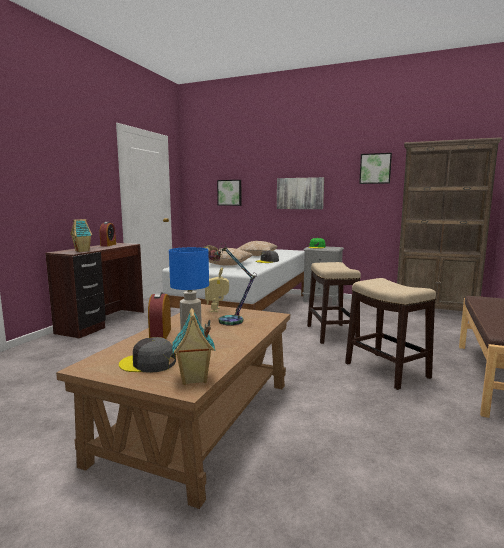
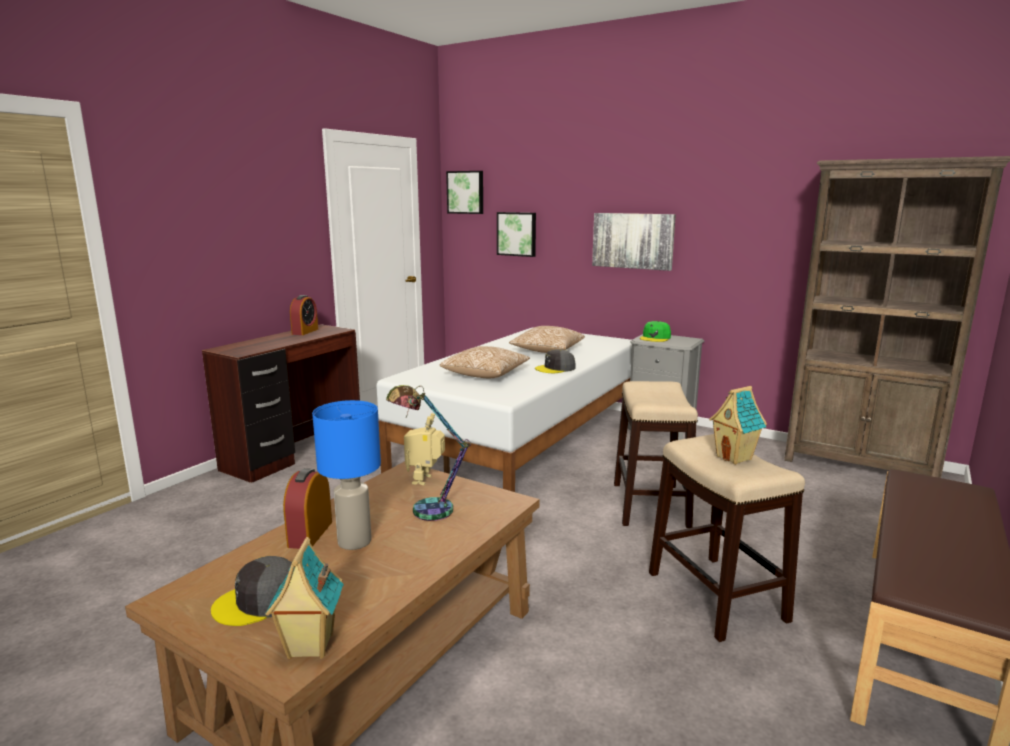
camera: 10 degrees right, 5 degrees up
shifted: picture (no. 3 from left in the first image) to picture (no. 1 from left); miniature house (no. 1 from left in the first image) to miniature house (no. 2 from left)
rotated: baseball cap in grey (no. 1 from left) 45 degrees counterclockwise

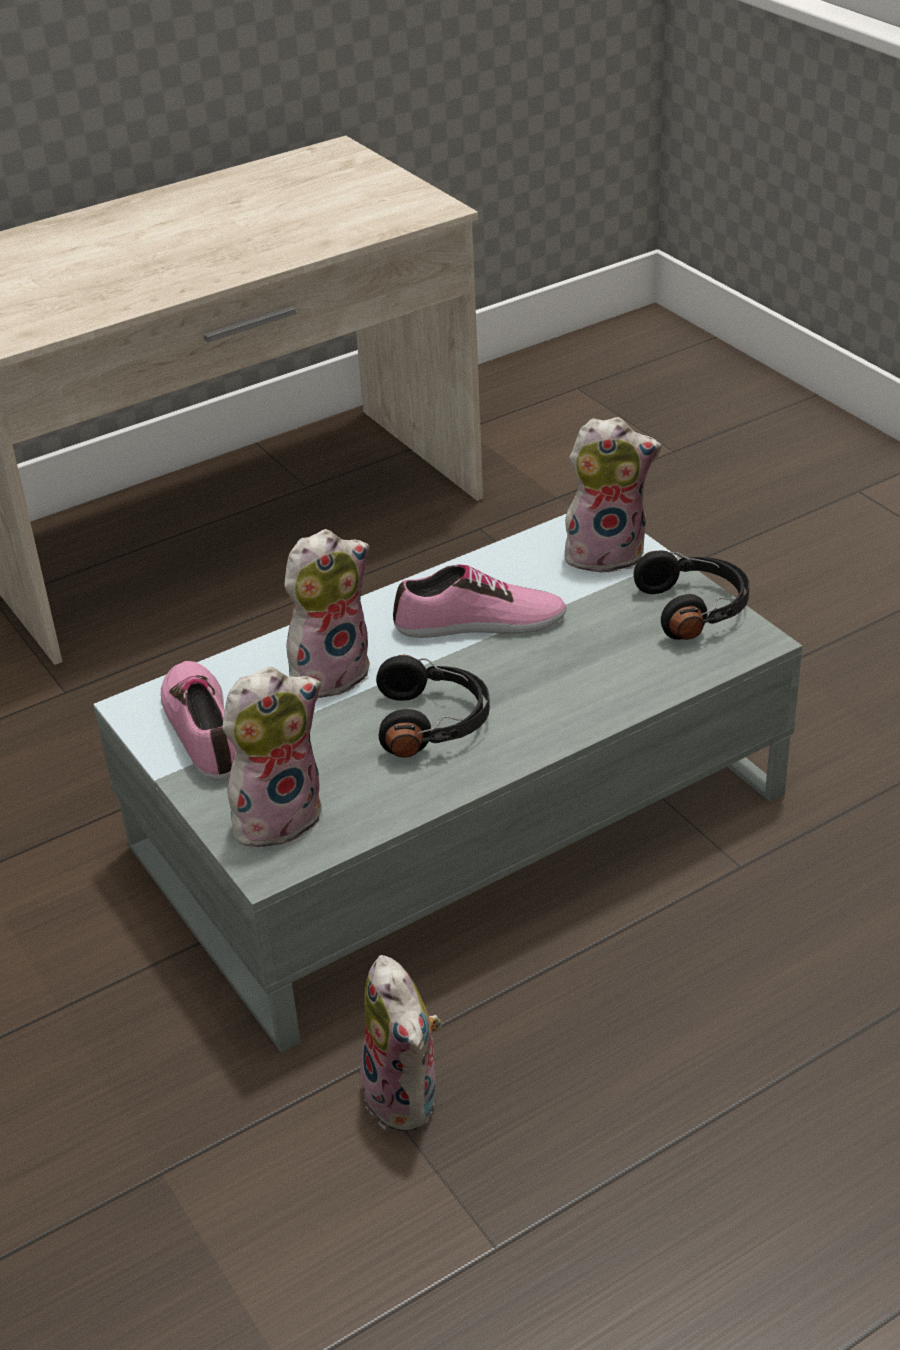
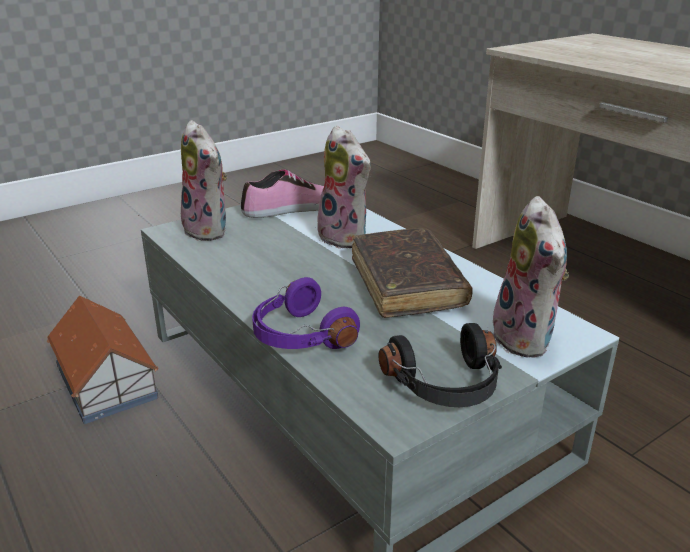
camera: 85 degrees right, 10 degrees down
gone: headphones in blackish (no. 1 from left)
new: headphones in purple-coloured
swapped: low shoe (no. 2 from left) to book in brownish; soft toy (no. 3 from left) to miniature house

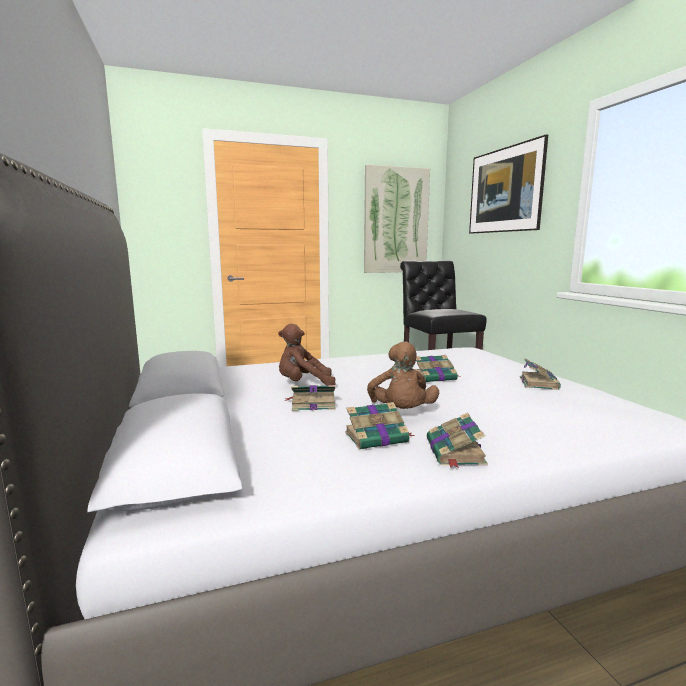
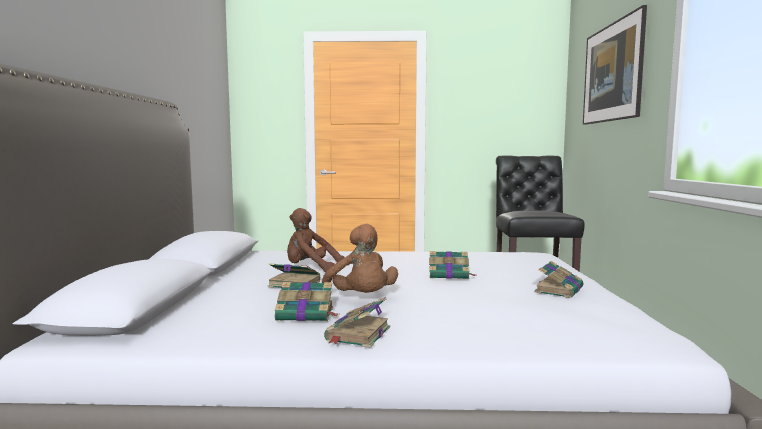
camera: 20 degrees right, 5 degrees down
gone: picture (no. 1 from left)
rotated: soft toy in brownish (no. 2 from left) 45 degrees counterclockwise

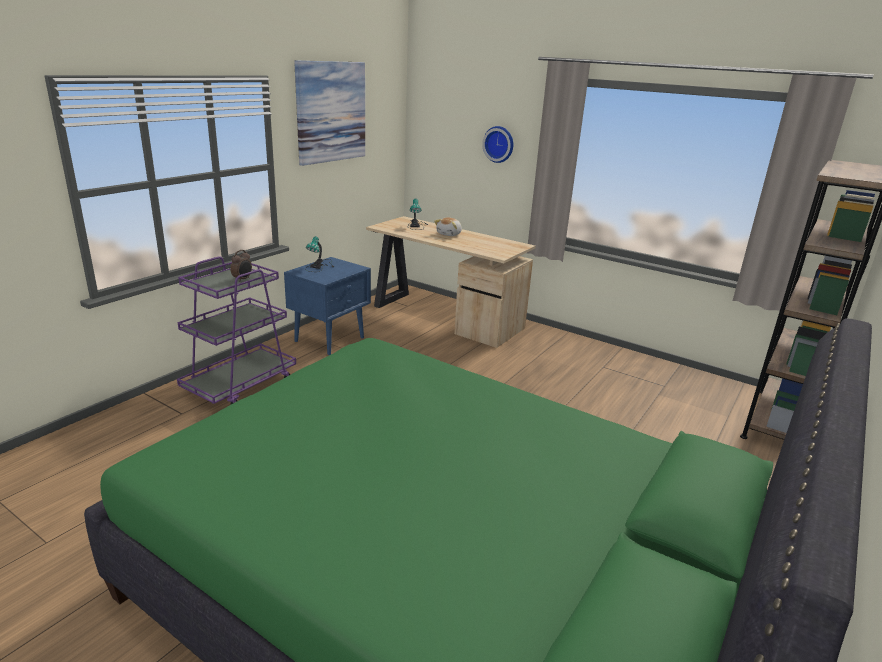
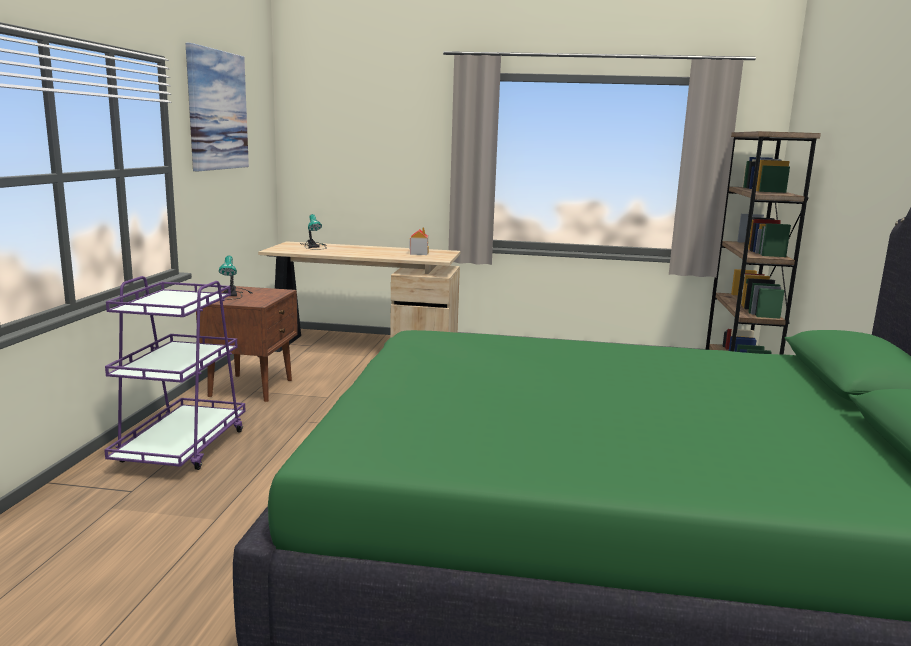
camera: 25 degrees left, 10 degrees down
gone: clock on the wall; soft toy; table clock
new: miniature house
repainted: night table in bluish to night table in brownish

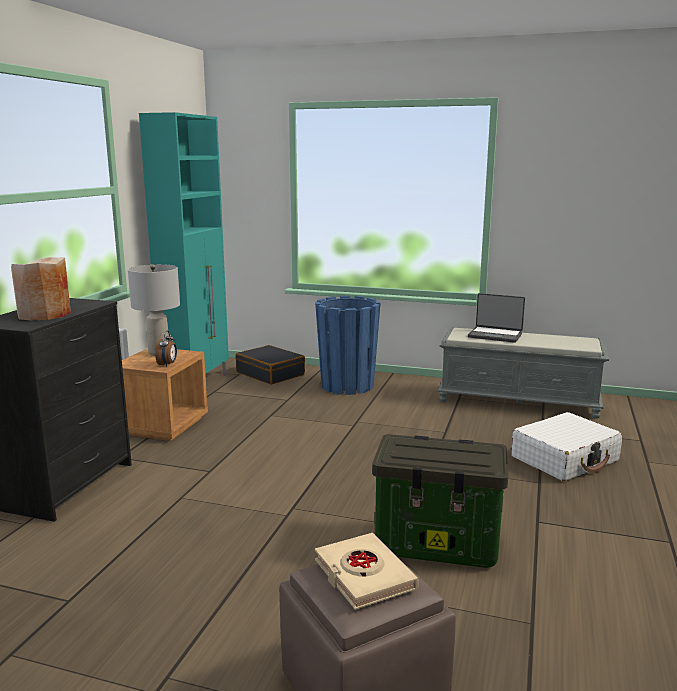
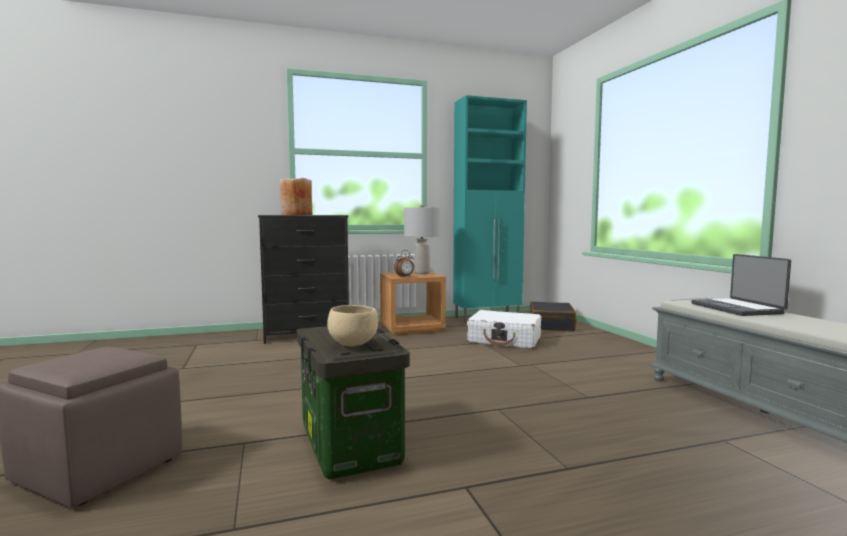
camera: 55 degrees right, 10 degrees down
gone: planter in bluish; book in sand-coloured
new: serving bowl in sand-coloured
shifted: suitcase in white-coloured

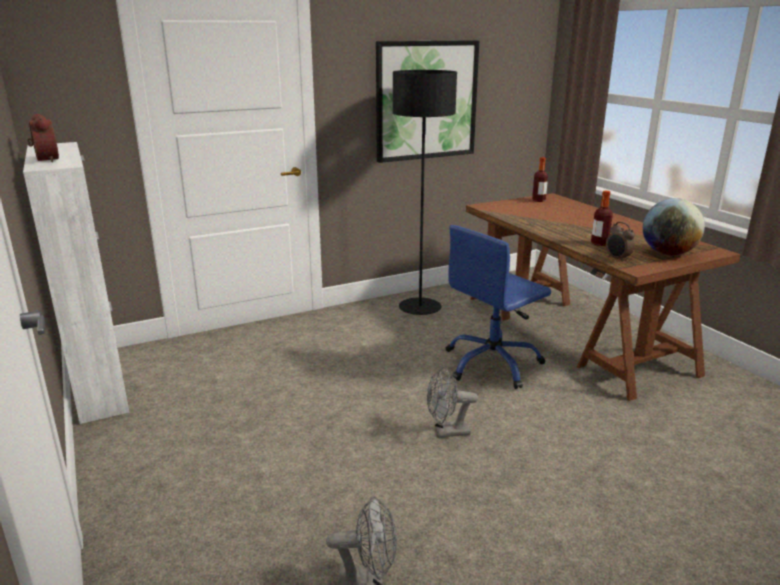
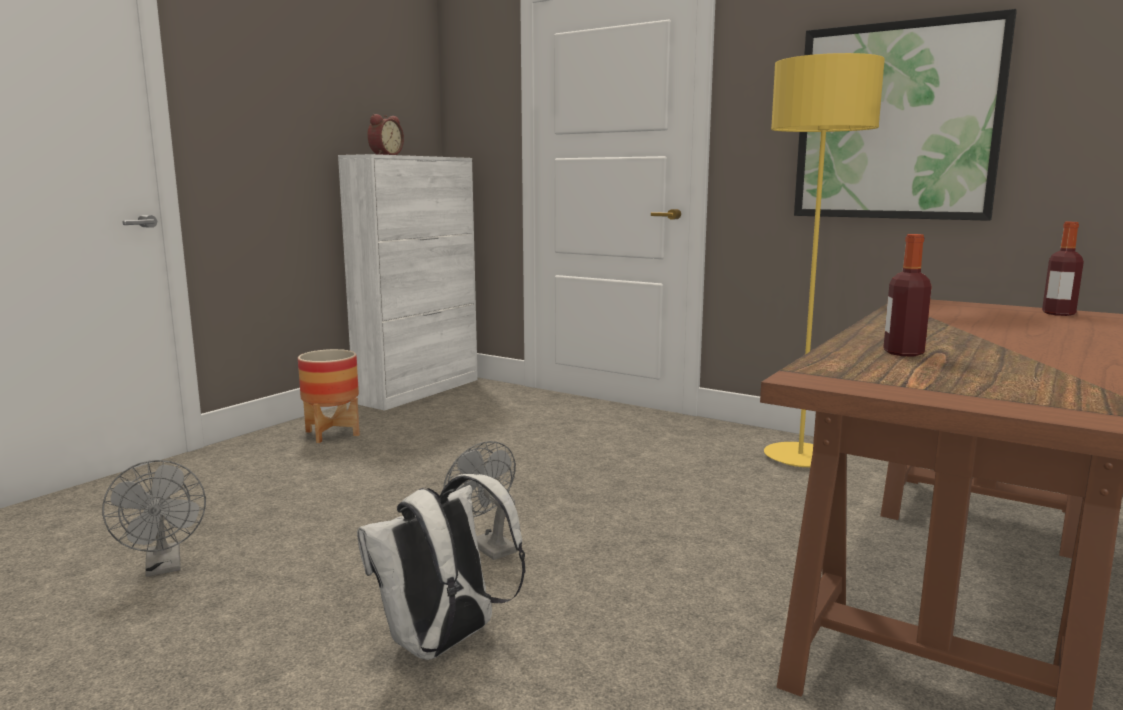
camera: 60 degrees right, 10 degrees down
gone: world globe; table clock (no. 2 from left); desk chair in bluish
new: planter; knapsack in white-coloured
repainted: floor lamp in blackish to floor lamp in yellowish

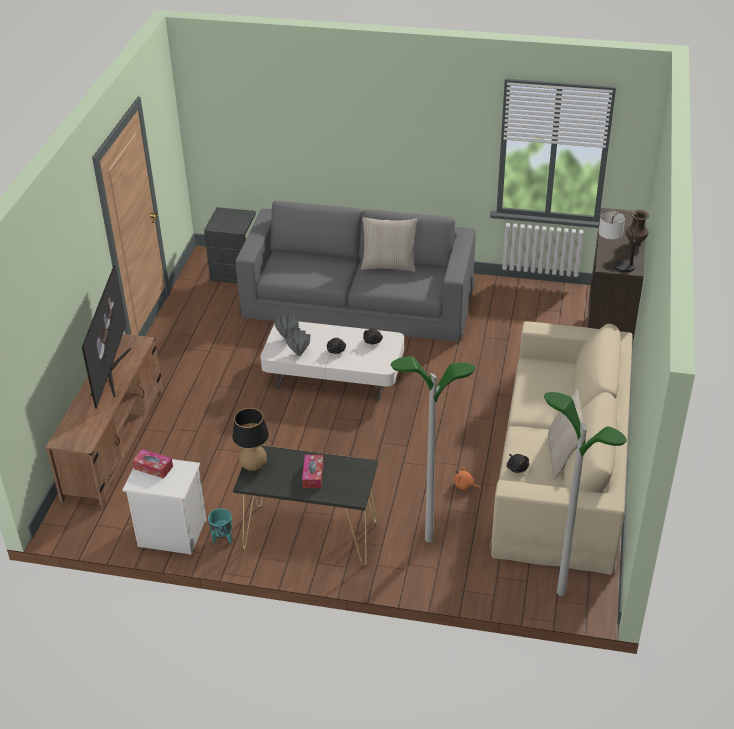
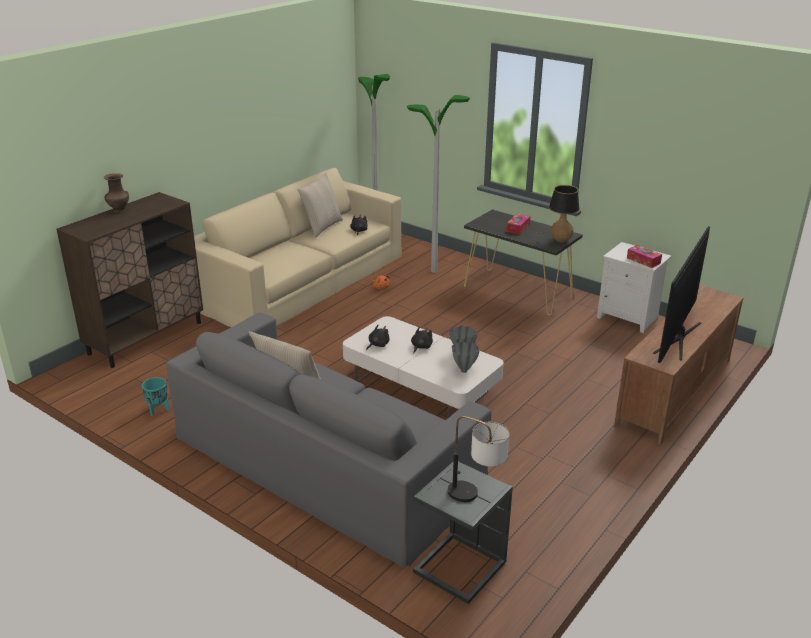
camera: 155 degrees left, 10 degrees down
shifted: tabletop lamp (no. 2 from left in the first image) to tabletop lamp (no. 1 from left); planter in turquoise-coloured

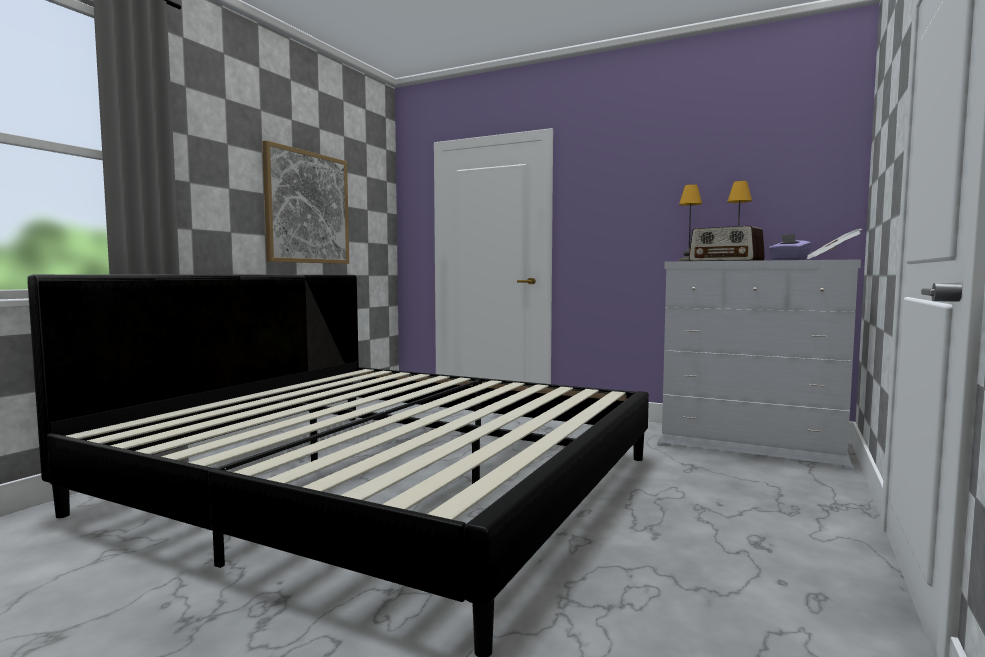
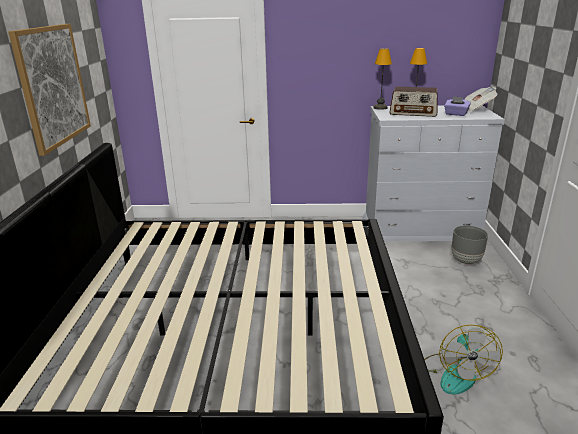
camera: 25 degrees left, 20 degrees up
new: planter in grey; fan

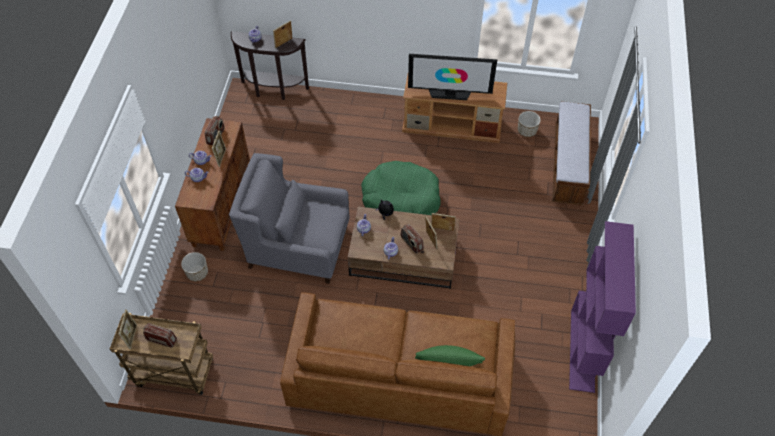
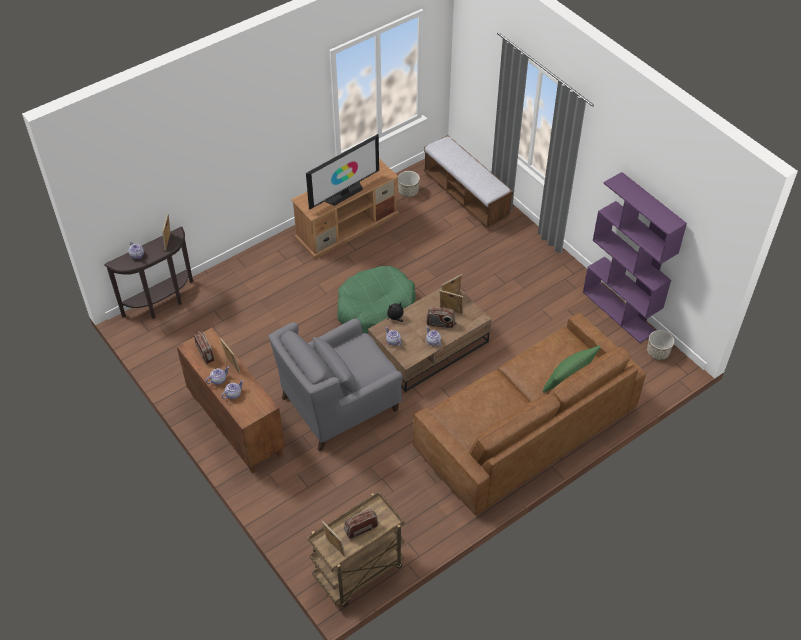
camera: 45 degrees left, 5 degrees down
shifted: planter (no. 1 from left in the first image) to planter (no. 2 from left)

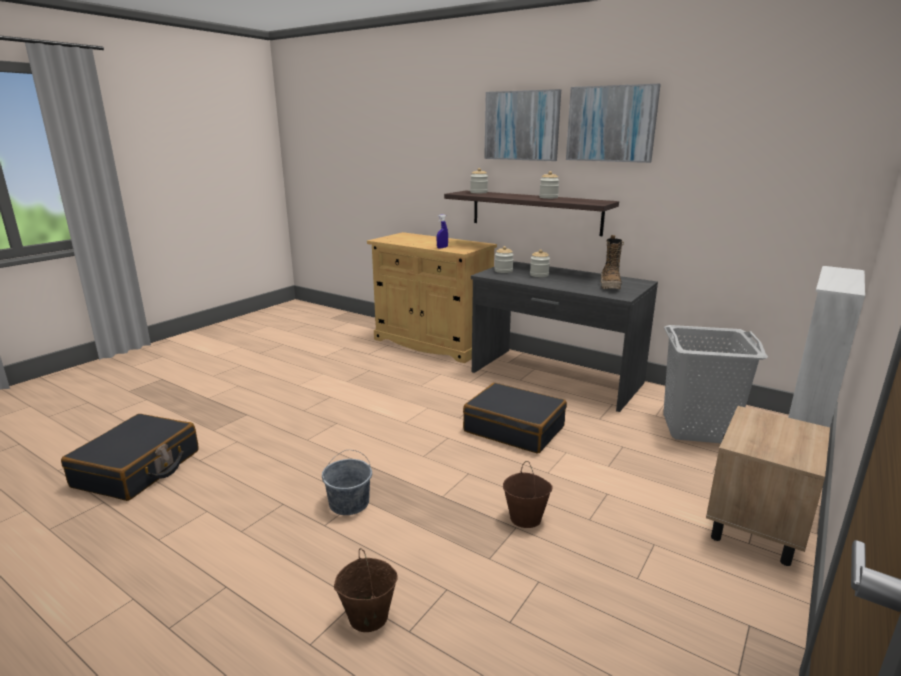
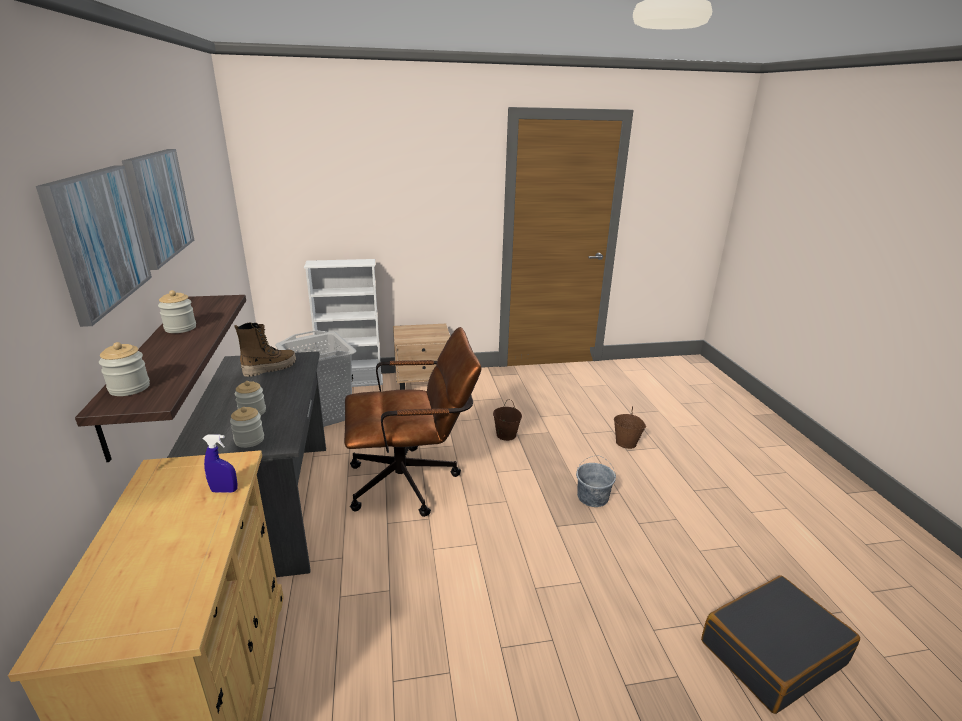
camera: 135 degrees left, 5 degrees up
swapped: suitcase in blackish (no. 2 from left) to desk chair in brownish

